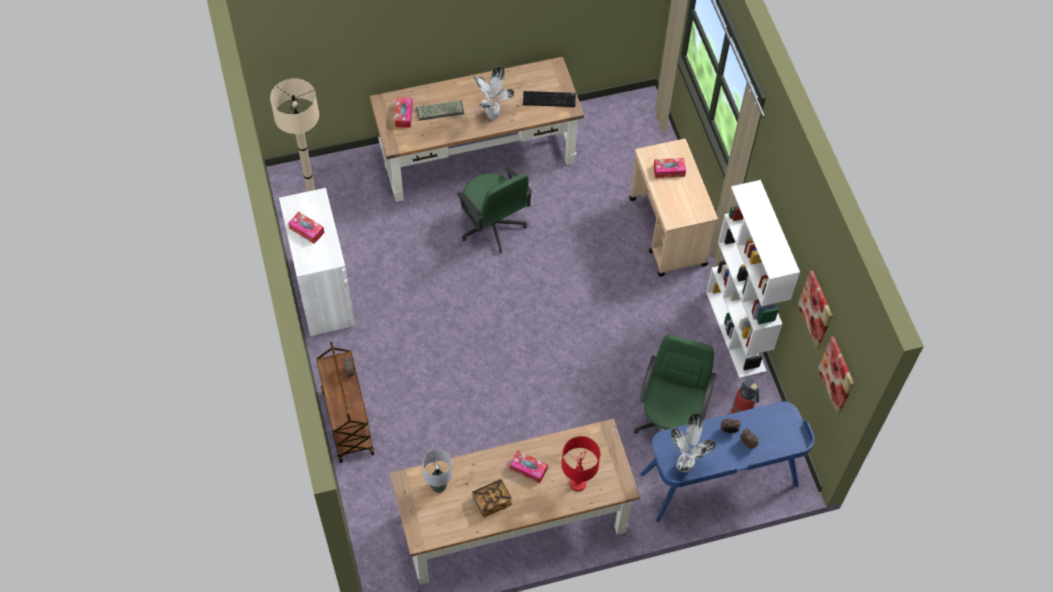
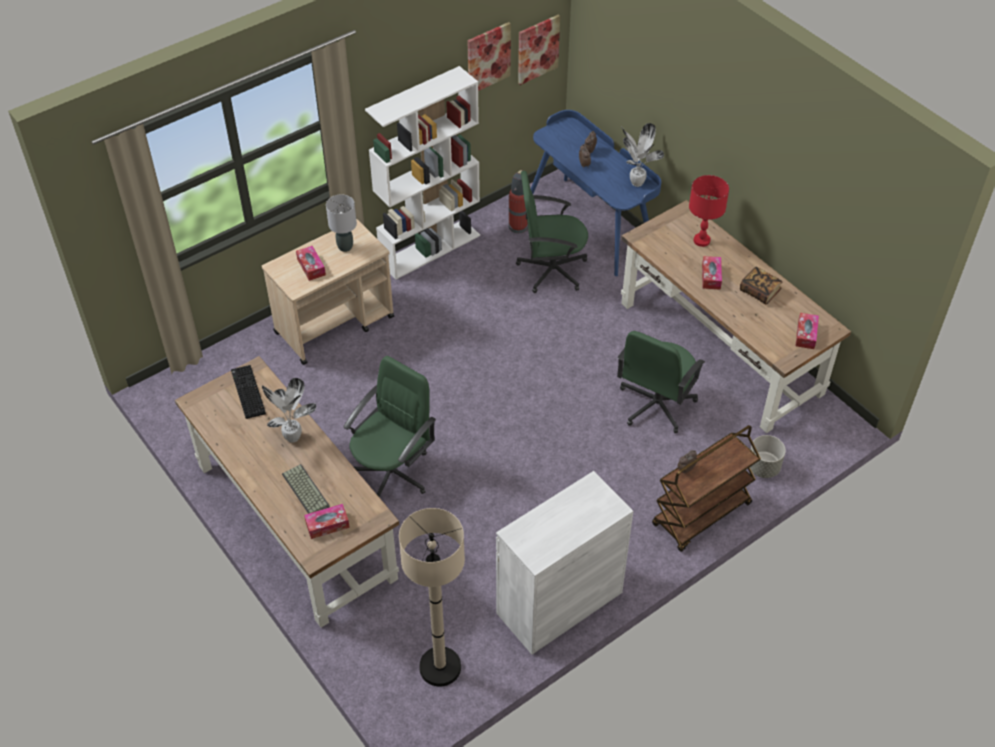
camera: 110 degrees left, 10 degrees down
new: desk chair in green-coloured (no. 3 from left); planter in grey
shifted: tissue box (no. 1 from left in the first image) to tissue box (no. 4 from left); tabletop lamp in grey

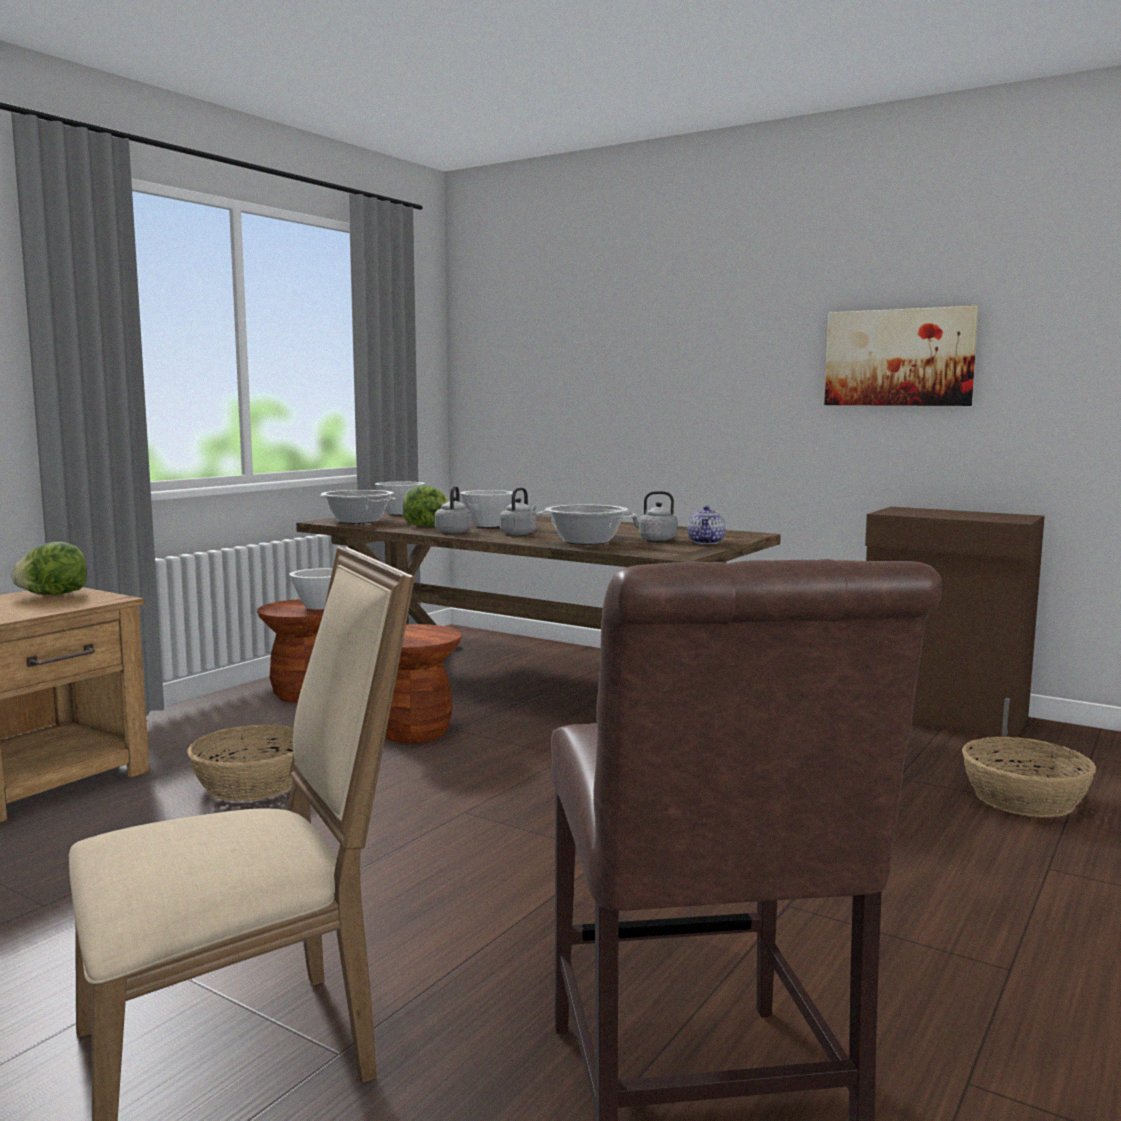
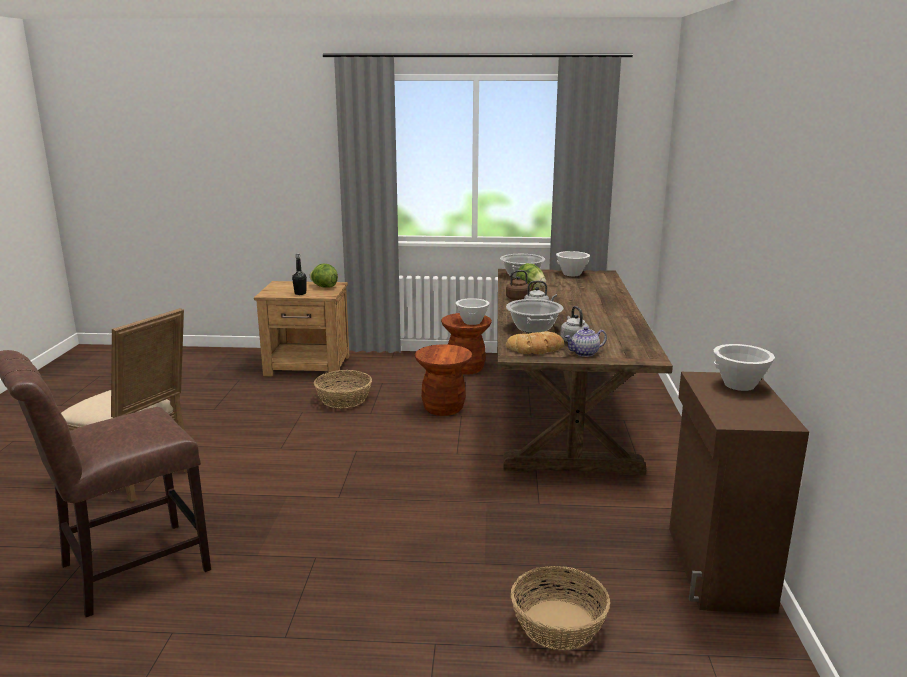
camera: 60 degrees right, 10 degrees up
gone: picture
new: bottle in blackish; bread
shifted: serving bowl in white-coloured (no. 3 from left)
repainted: water kettle in grey (no. 1 from left) to water kettle in brownish

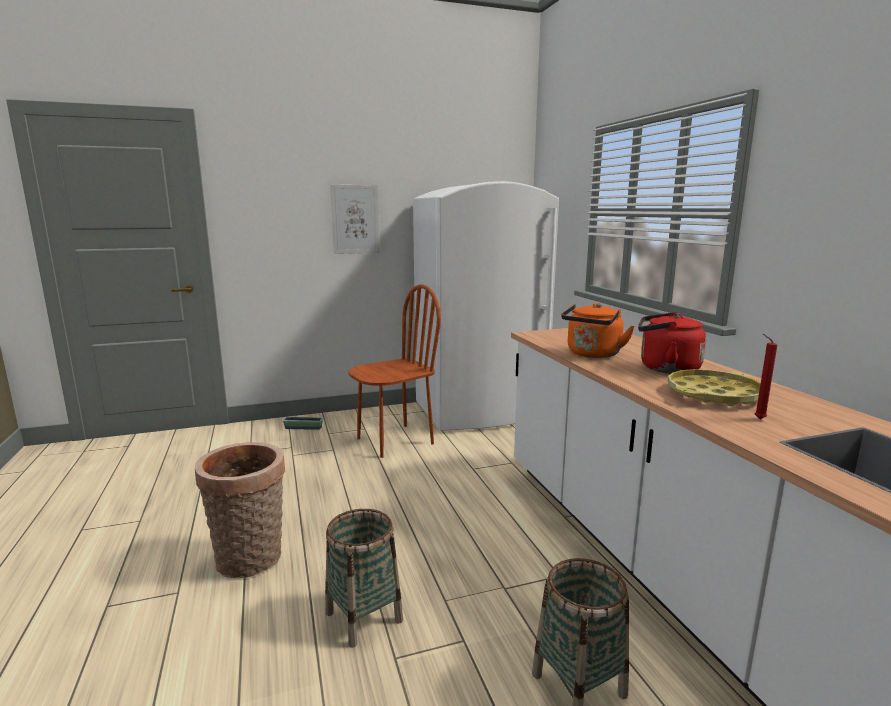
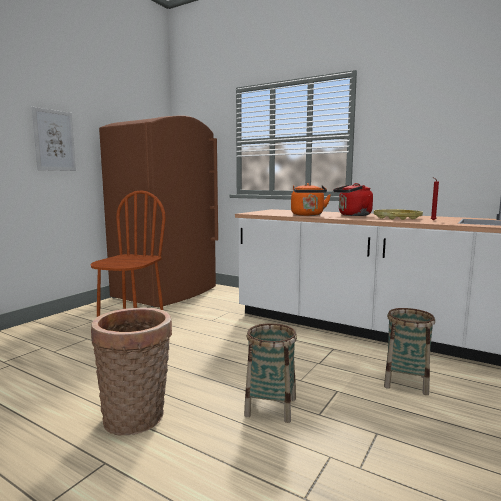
camera: 40 degrees left, 5 degrees down
gone: planter
repainted: kitchen fridge in white-coloured to kitchen fridge in brownish

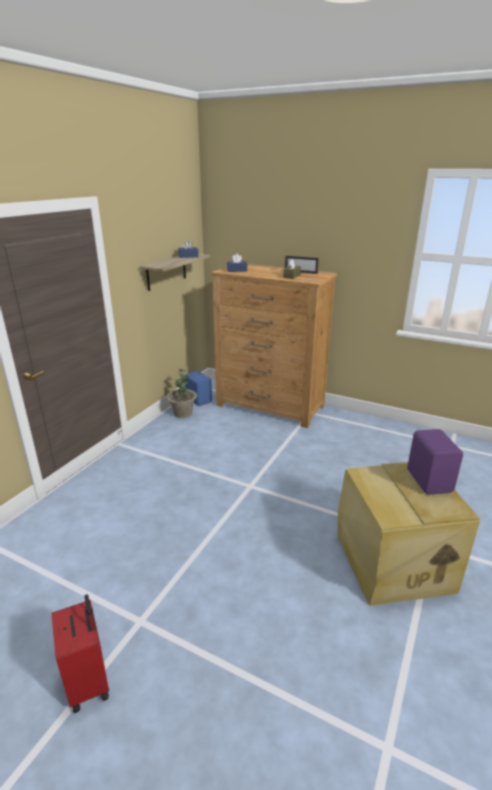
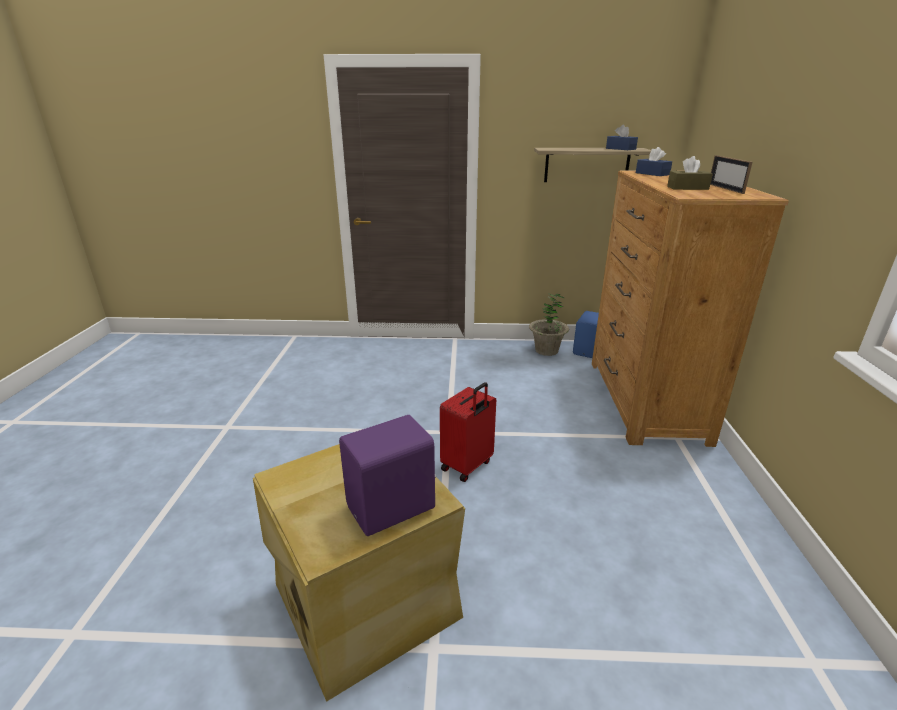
camera: 65 degrees right, 0 degrees up
shifted: suitcase in red

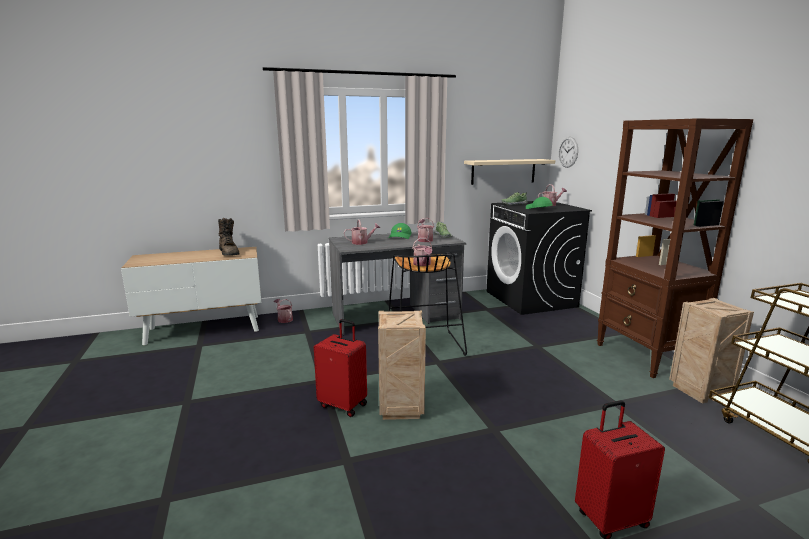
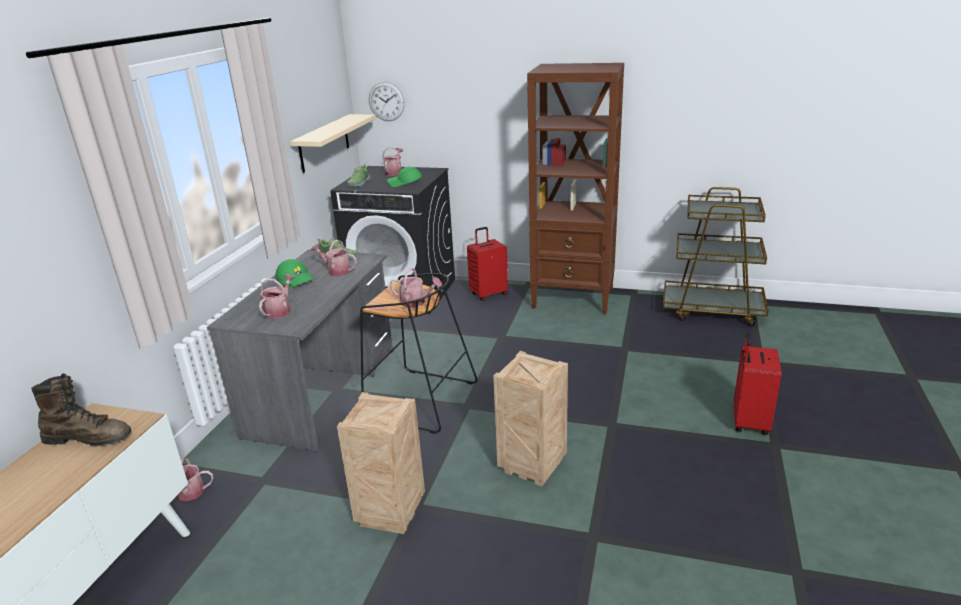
camera: 55 degrees left, 10 degrees up
shifted: packing crate (no. 2 from left in the first image) to packing crate (no. 1 from left); suitcase in red (no. 1 from left)

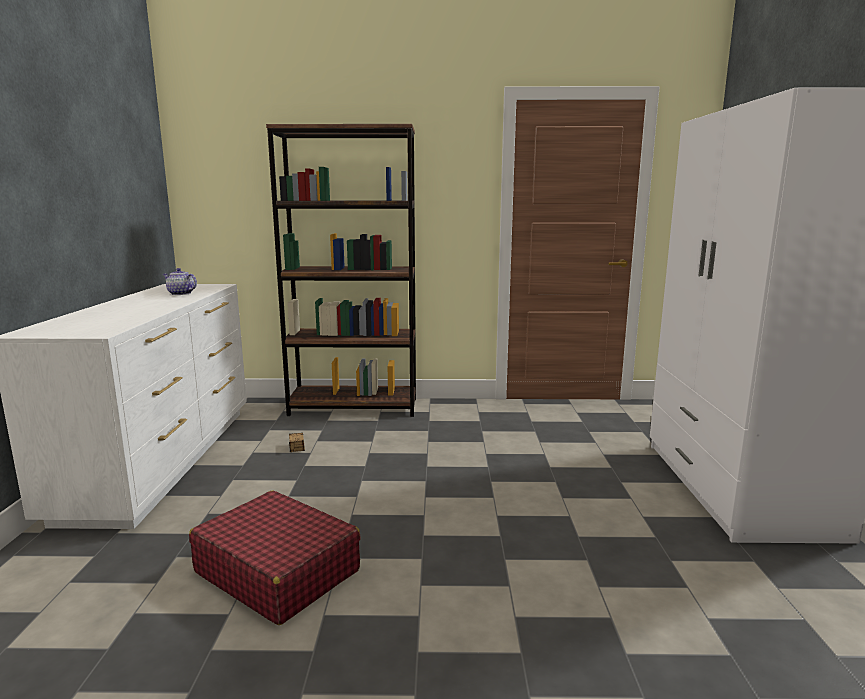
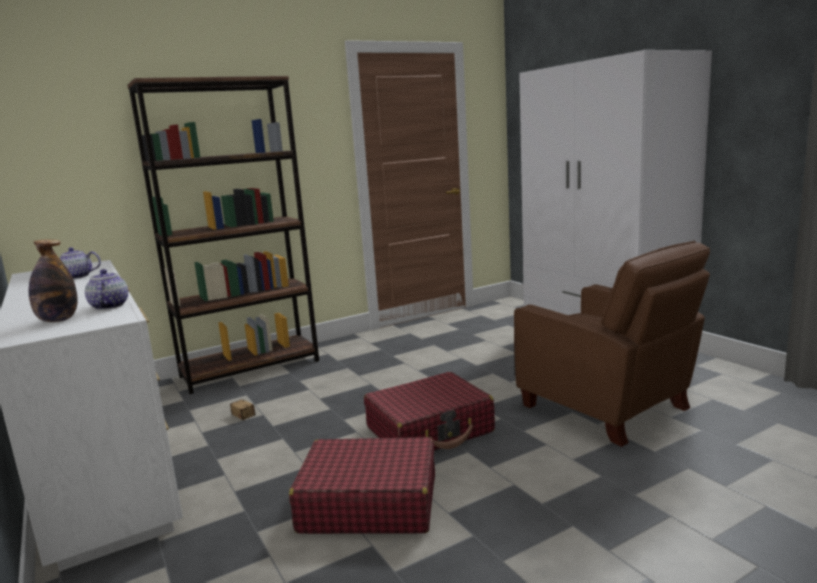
camera: 30 degrees left, 0 degrees up
new: bottle; lounge chair in brownish; pot for tea (no. 2 from left); suitcase in red (no. 2 from left)

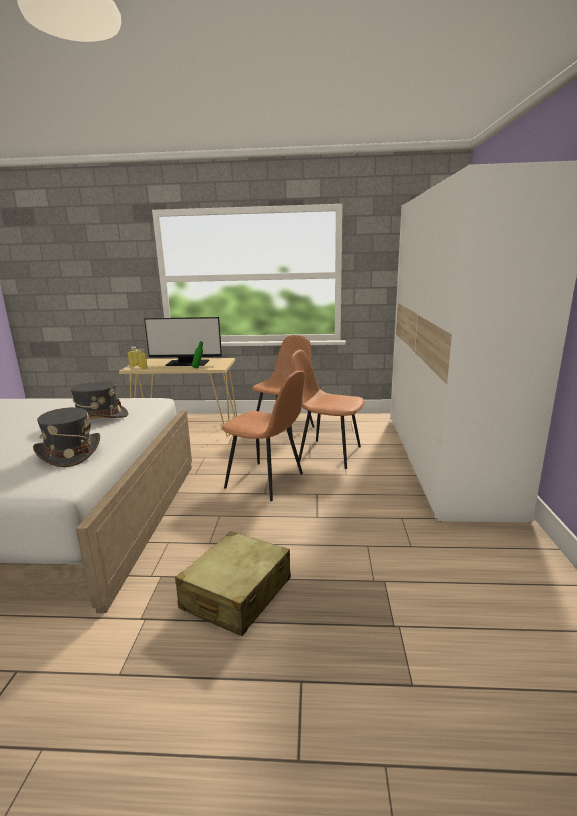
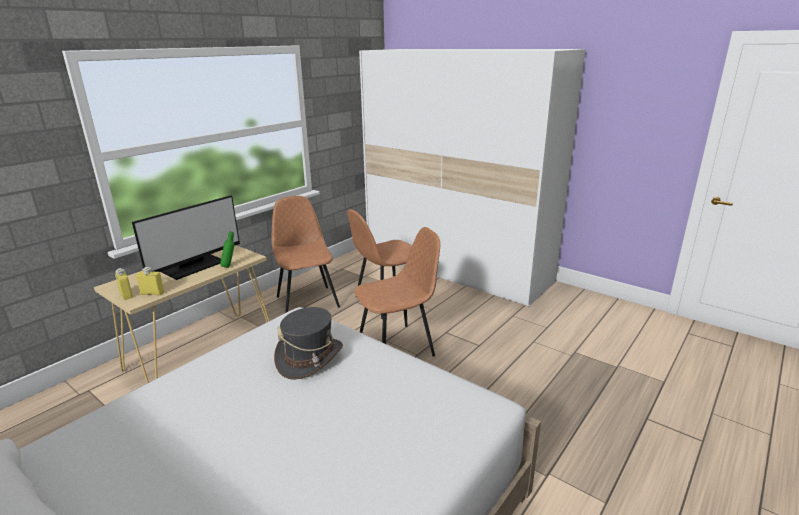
camera: 55 degrees left, 5 degrees up
gone: clothing hat in grey (no. 1 from left); suitcase in sand-coloured

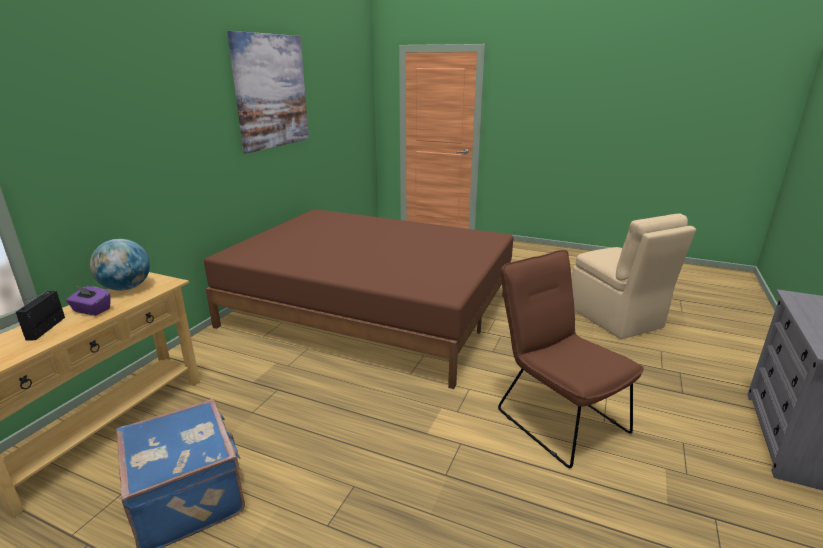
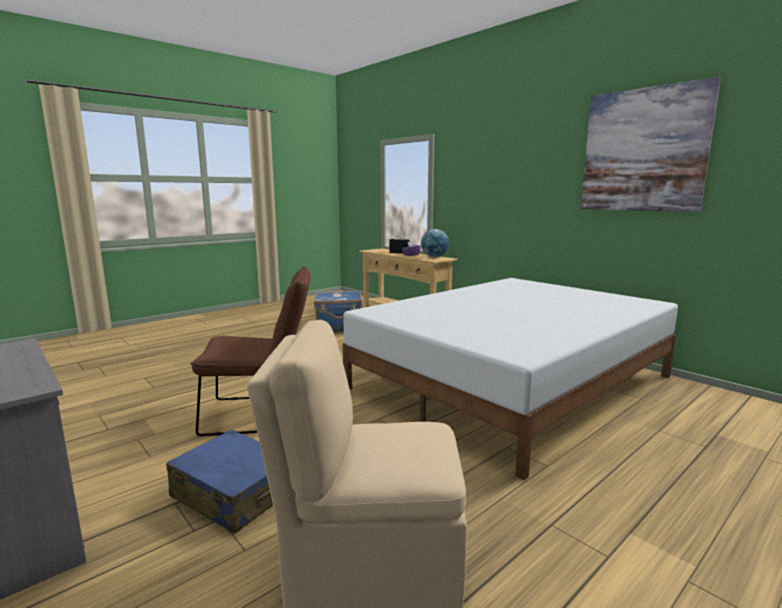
camera: 115 degrees right, 10 degrees down
new: suitcase in bluish (no. 1 from left)
repainted: sleeping bed in brownish to sleeping bed in white-coloured

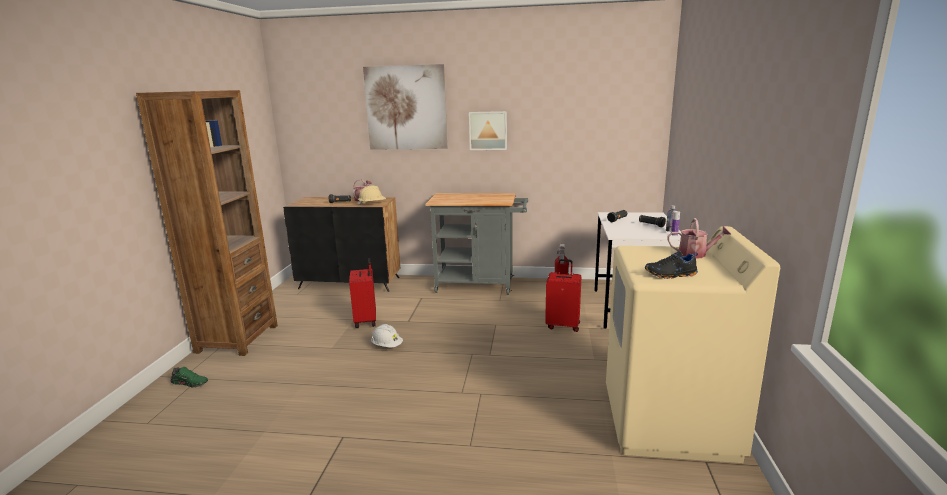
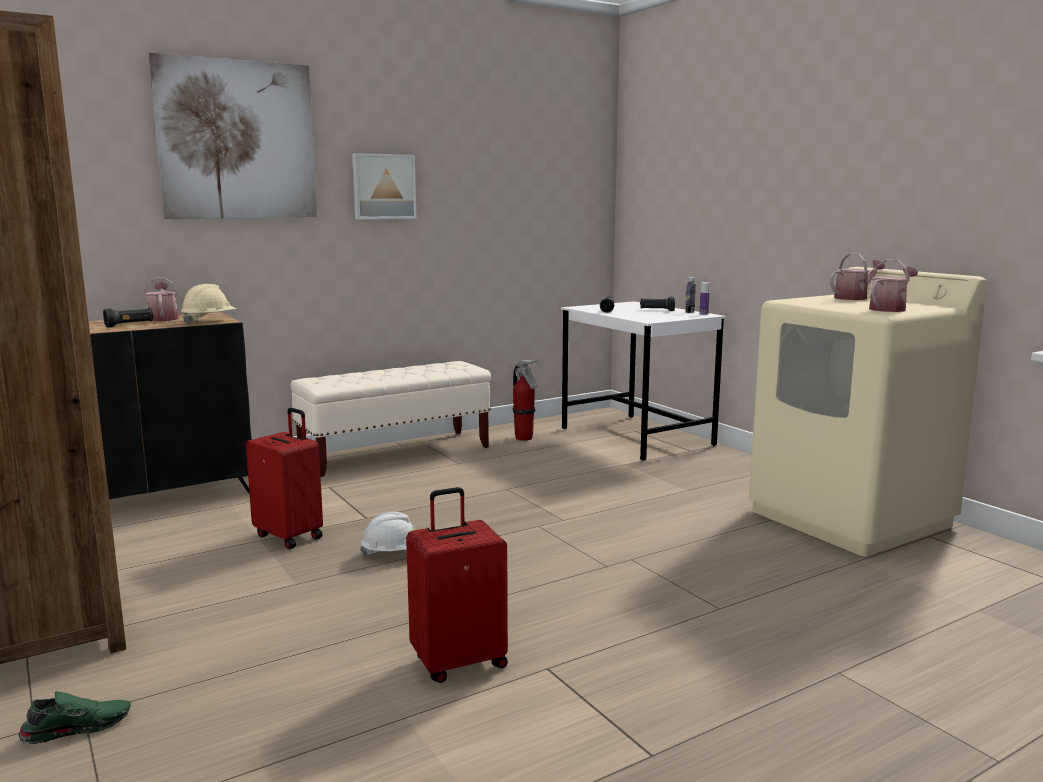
camera: 40 degrees left, 5 degrees down
shifted: suitcase in red (no. 2 from left)
swapped: cart in grey to indoor bench in sand-coloured; low shoe in blackish to watering pot (no. 3 from left)

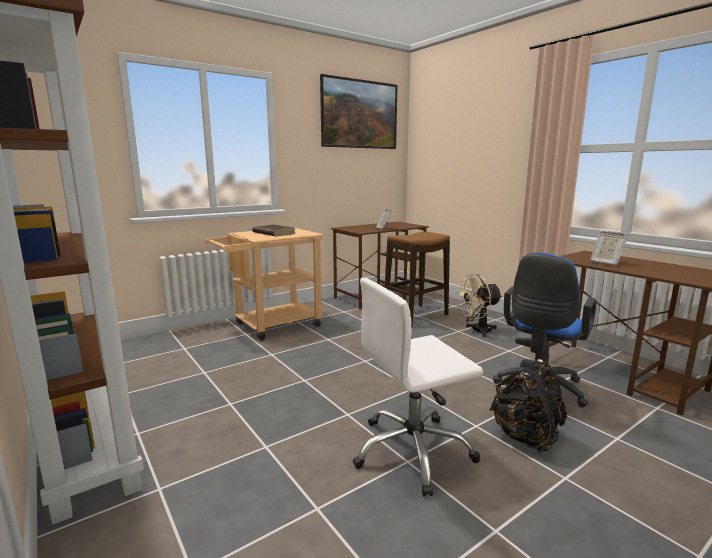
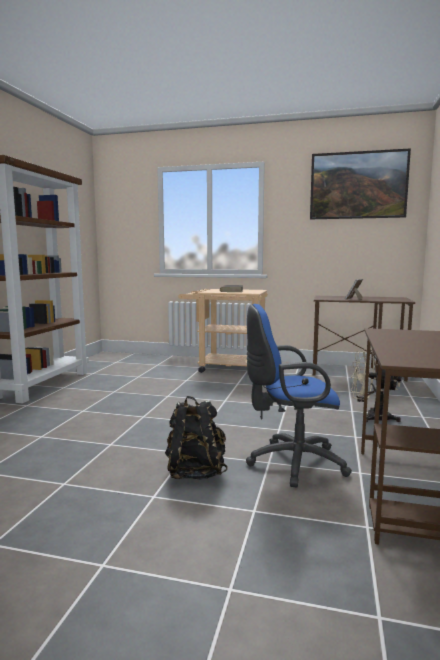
camera: 50 degrees right, 5 degrees down
gone: picture frame (no. 2 from left); stool seat; desk chair in white-coloured

